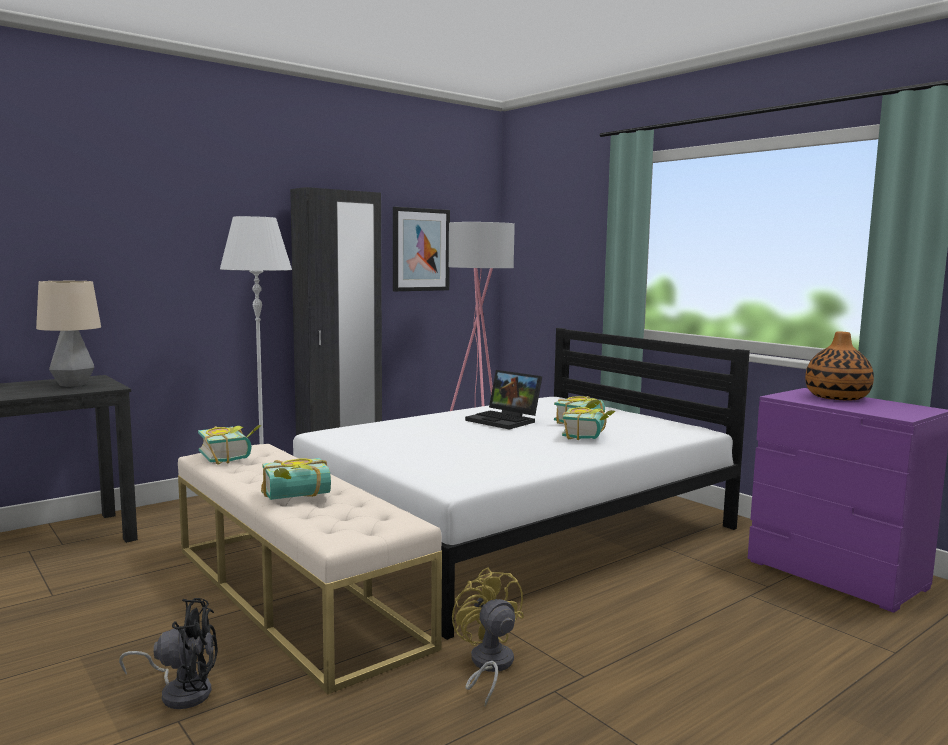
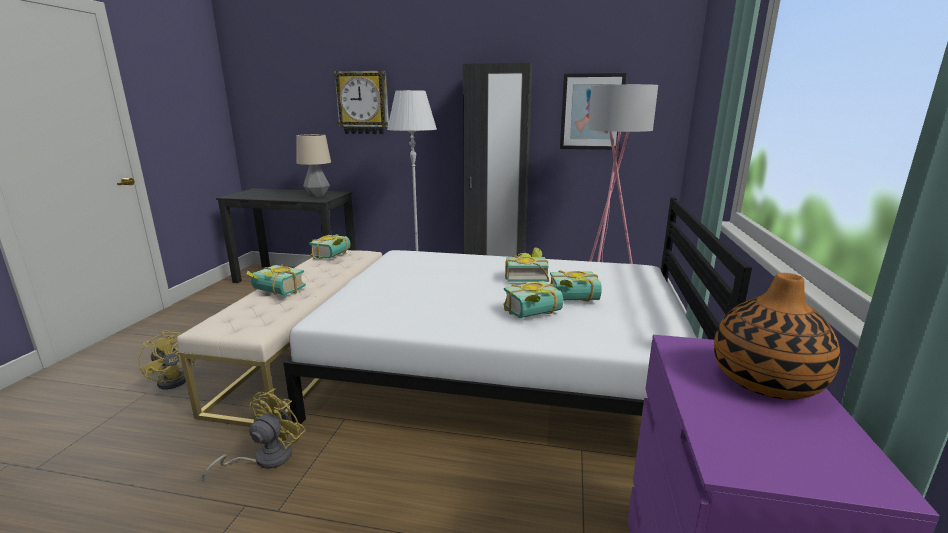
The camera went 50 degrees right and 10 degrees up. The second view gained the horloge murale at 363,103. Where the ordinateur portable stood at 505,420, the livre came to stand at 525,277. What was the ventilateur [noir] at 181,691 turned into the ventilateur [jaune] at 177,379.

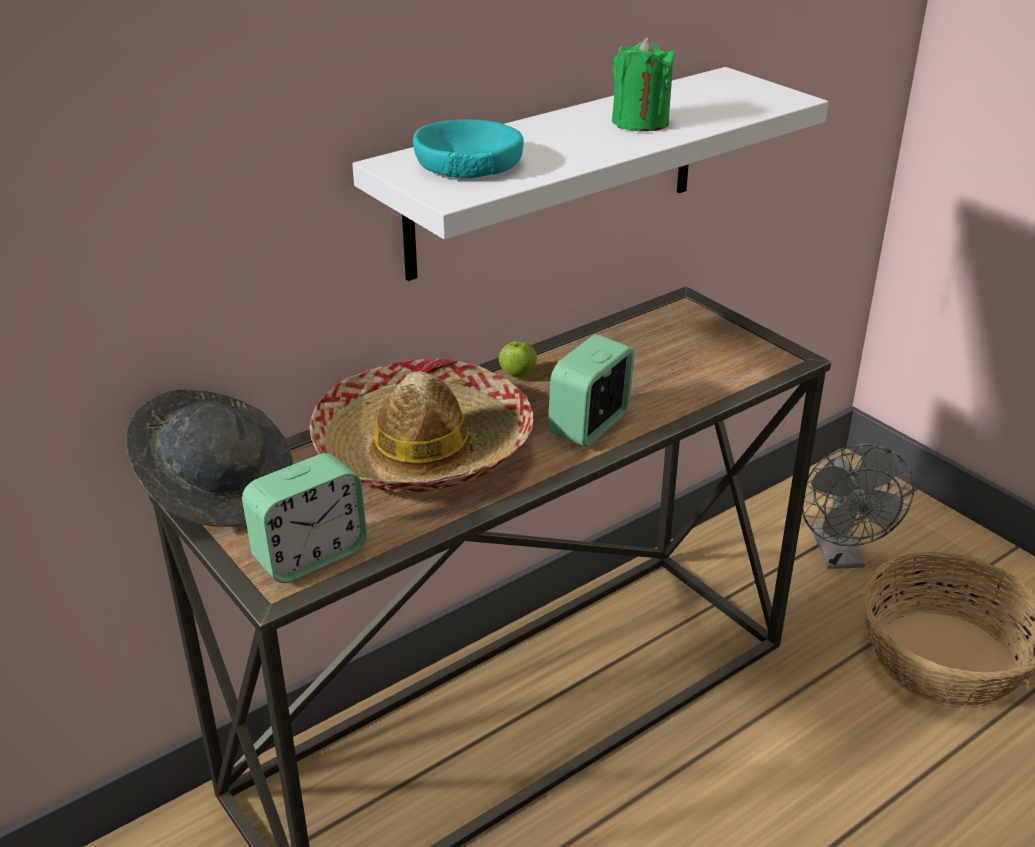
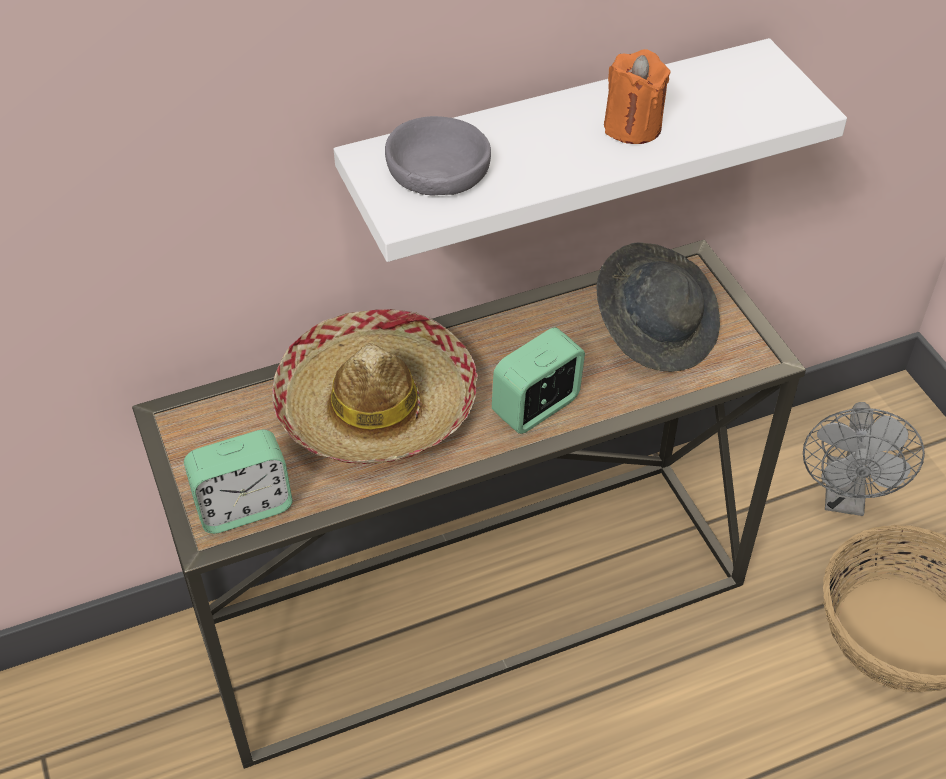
The camera went 15 degrees right and 15 degrees up. The second view lost the pomme at 517,375. The chapeau [gris] ended up elsewhere, having gone from 219,488 to 656,329. What was the bol [turquoise] at 468,164 turned into the bol [gris] at 438,169. What was the bougie [vert] at 640,122 turned into the bougie [orange] at 632,127.

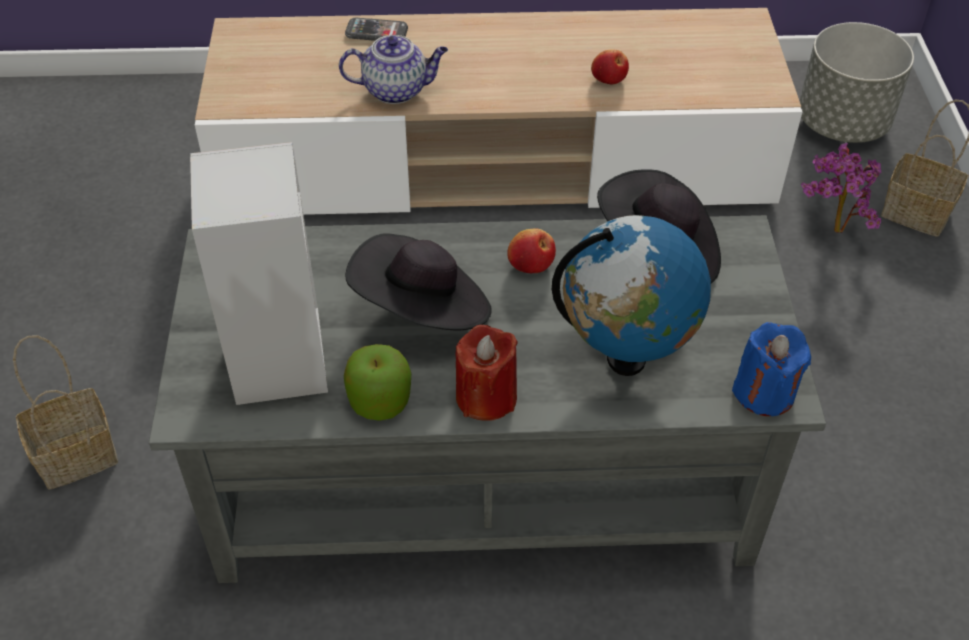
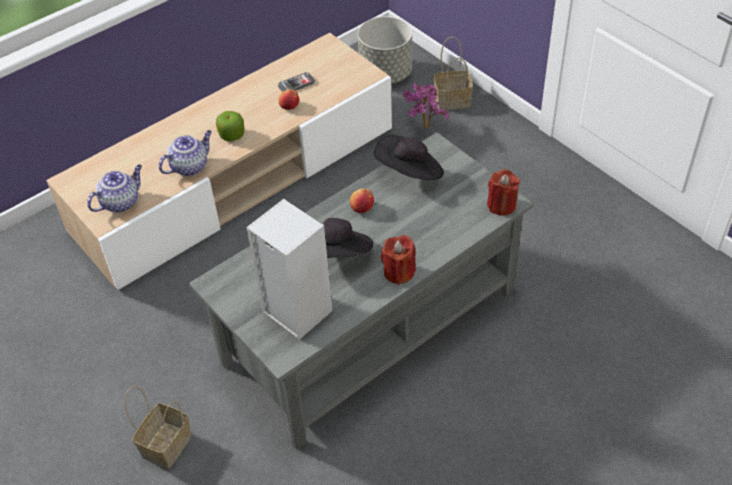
The camera went 35 degrees left and 0 degrees up. The second view lost the globe at 625,359. The second view gained the théière at 121,202. The pomme ended up elsewhere, having gone from 380,400 to 232,135. The téléphone ended up elsewhere, having gone from 376,32 to 296,84. What was the bougie [bleu] at 764,392 turned into the bougie [rouge] at 501,205.

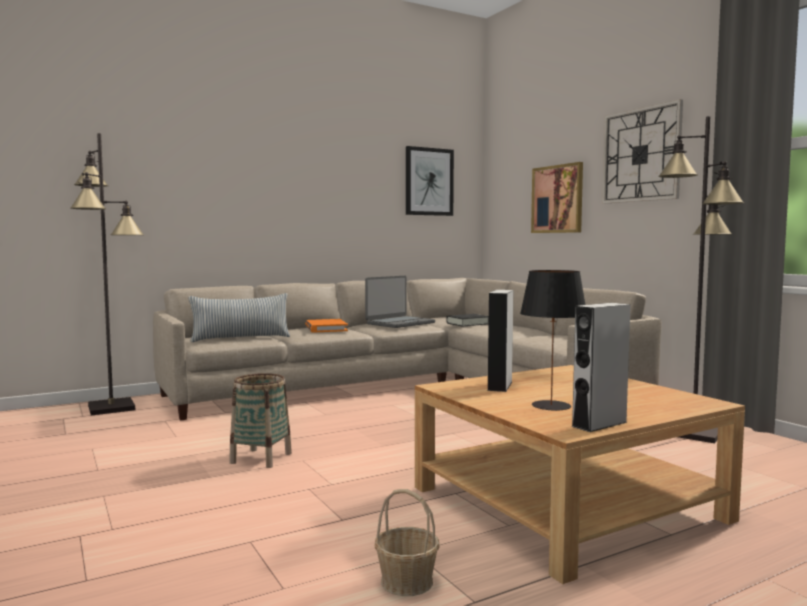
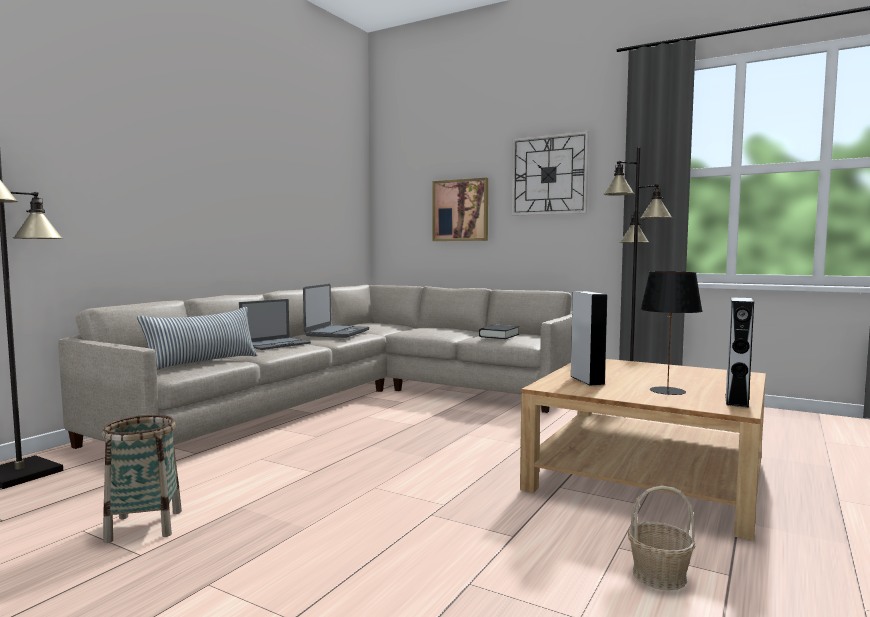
The camera went 30 degrees left and 0 degrees up. The second view lost the tableau at 429,181. The panier ended up elsewhere, having gone from 261,458 to 144,526. The livre [noir] ended up elsewhere, having gone from 467,323 to 499,335. Where the livre [orange] stood at 326,328, the ordinateur portable came to stand at 276,344.

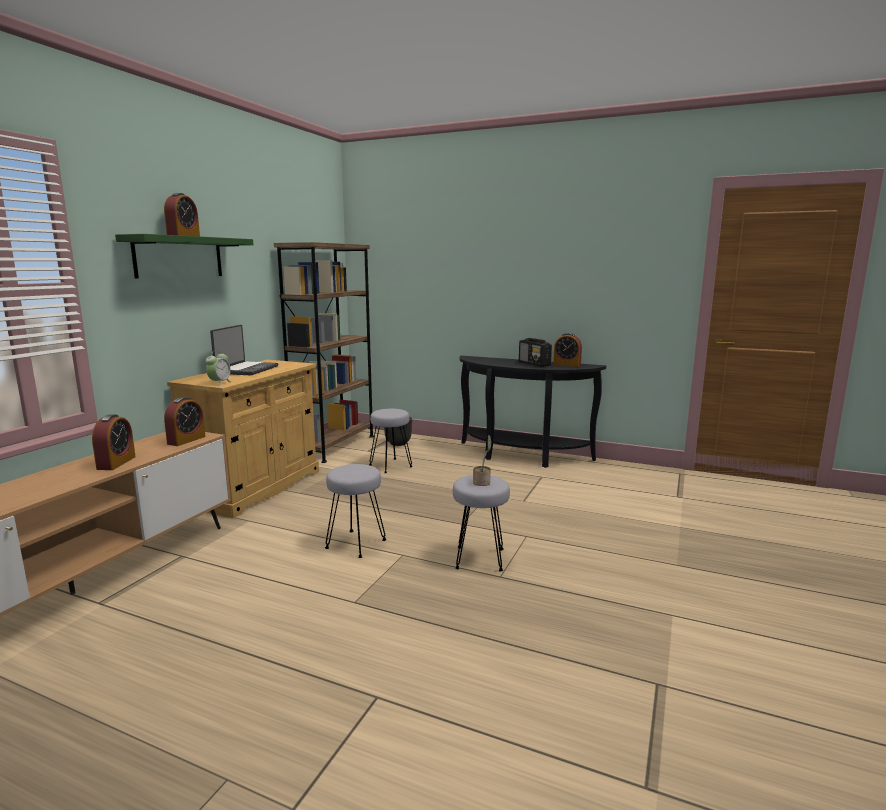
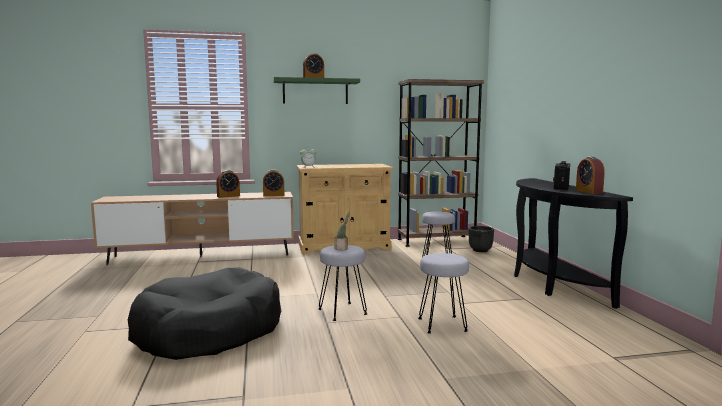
The camera went 55 degrees right and 5 degrees down. The second view lost the ordinateur portable at 246,370. The second view gained the panier pour chien [noir] at 208,331. The tabouret [gris] ended up elsewhere, having gone from 356,543 to 443,325.

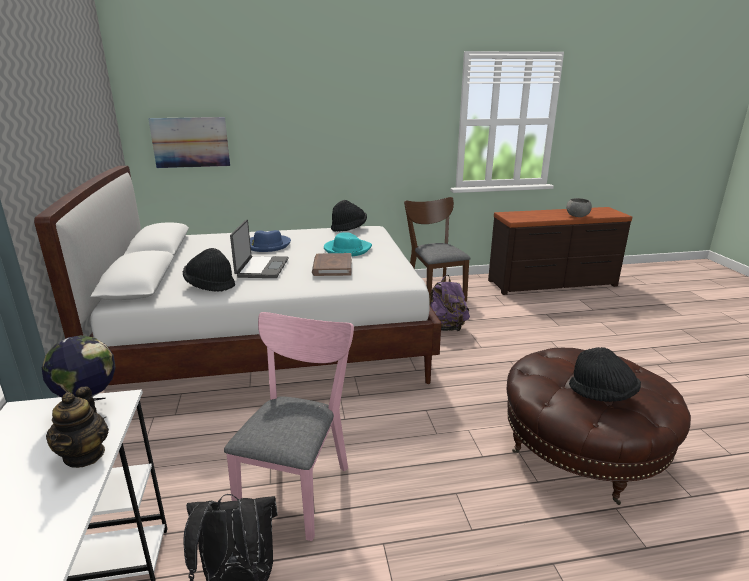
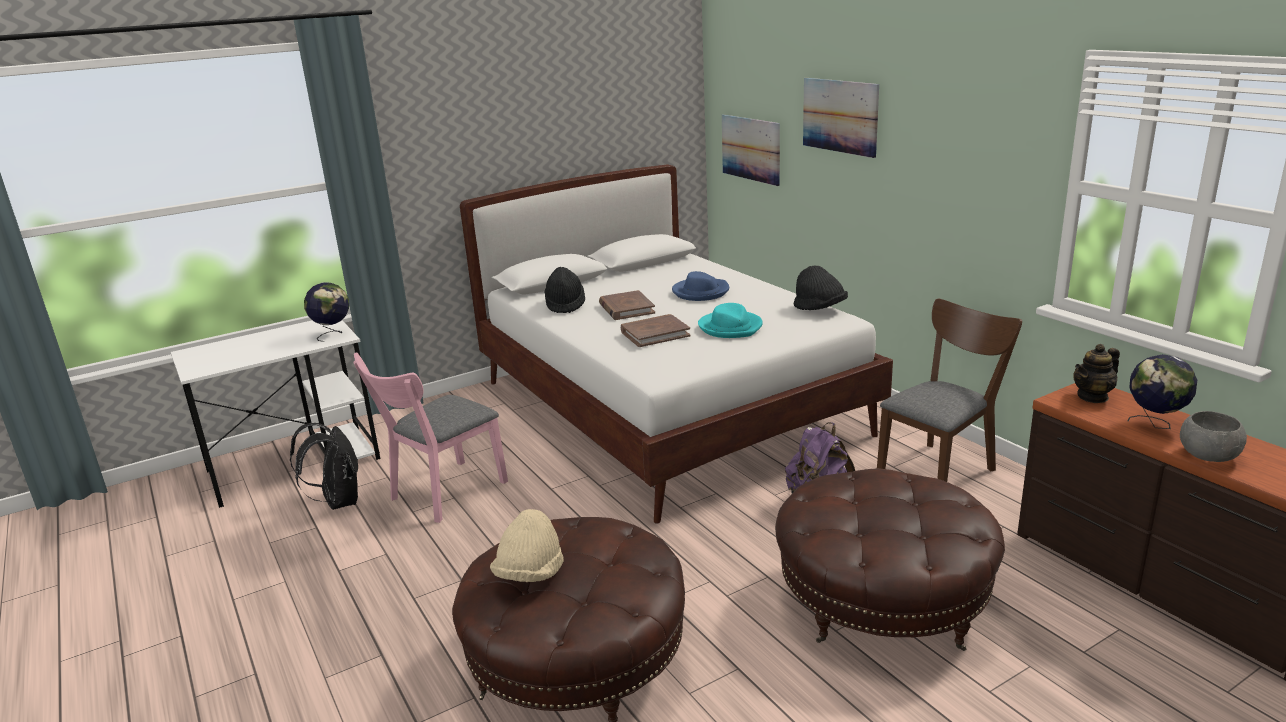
The camera went 70 degrees right and 0 degrees up. The second view gained the pouf [marron] at 882,602. The second view gained the tableau at 840,116. The second view gained the globe at 1155,424. The théière ended up elsewhere, having gone from 85,455 to 1093,397. Where the ordinateur portable stood at 261,268, the livre [marron] came to stand at 626,308. What was the chapeau [noir] at 602,395 turned into the chapeau [beige] at 530,574. The chaise [rose] at 298,485 ended up facing another way, 135 degrees clockwise from before.

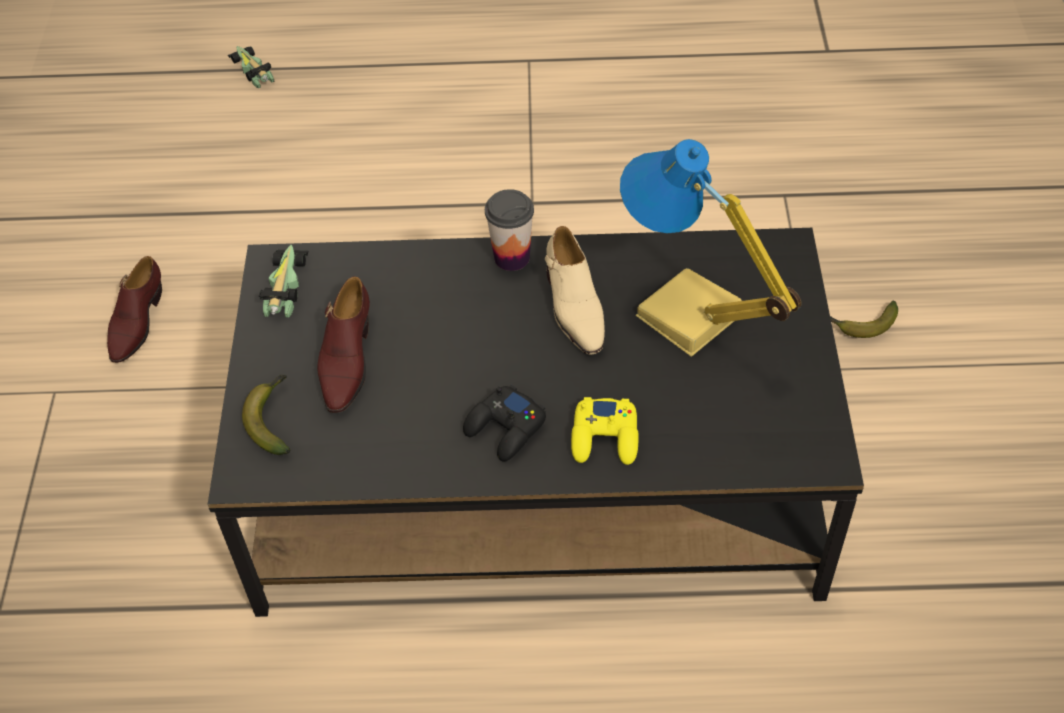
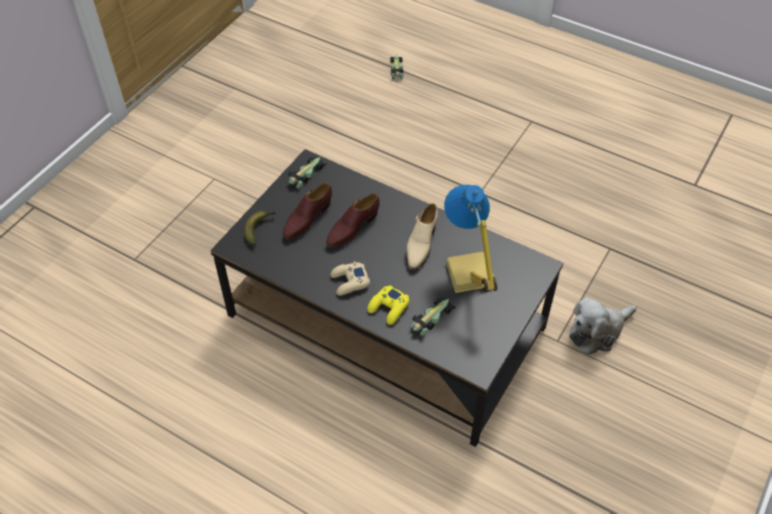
The camera went 30 degrees right and 0 degrees up. The second view lost the tasse at 512,257. The second view gained the petite voiture at 431,318. The chaussure [marron] ended up elsewhere, having gone from 136,322 to 352,228. Where the banane stood at 861,325, the peluche came to stand at 597,331. What was the manette [noir] at 505,429 turned into the manette [beige] at 349,282.

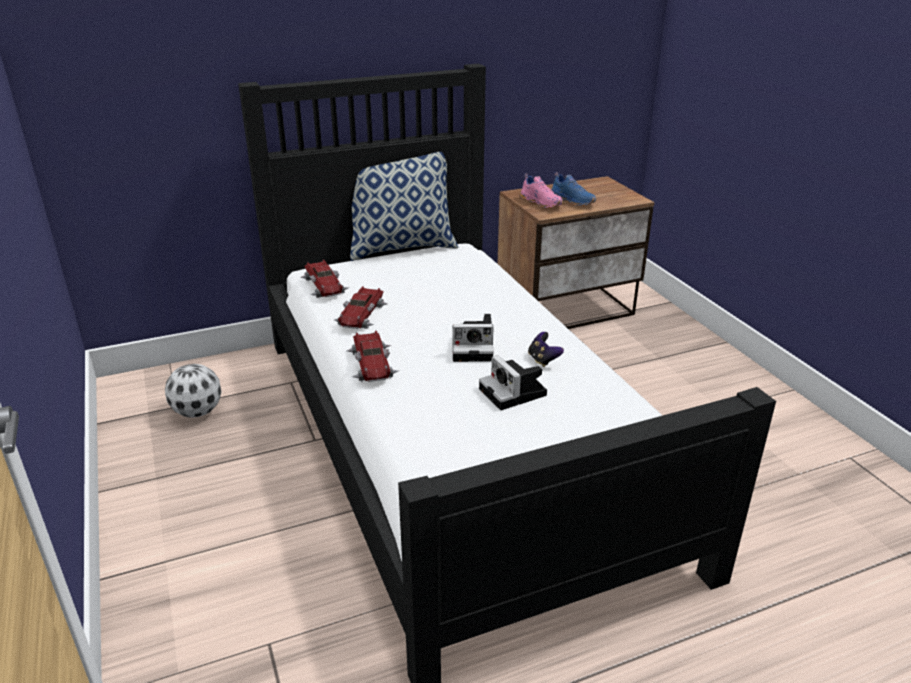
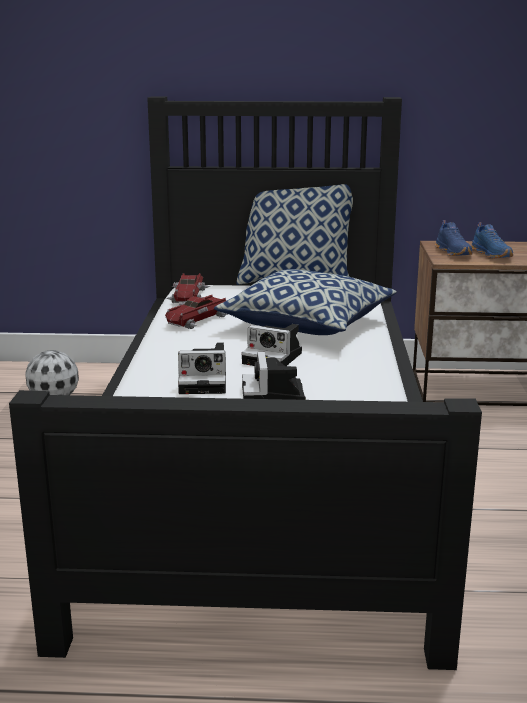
The camera went 25 degrees right and 10 degrees down. The second view lost the petite voiture at 372,364. The second view lost the manette at 543,360. The second view gained the appareil photo at 205,382. The second view gained the coussin at 307,324. What was the chaussure [rose] at 542,203 turned into the chaussure [bleu] at 454,252.

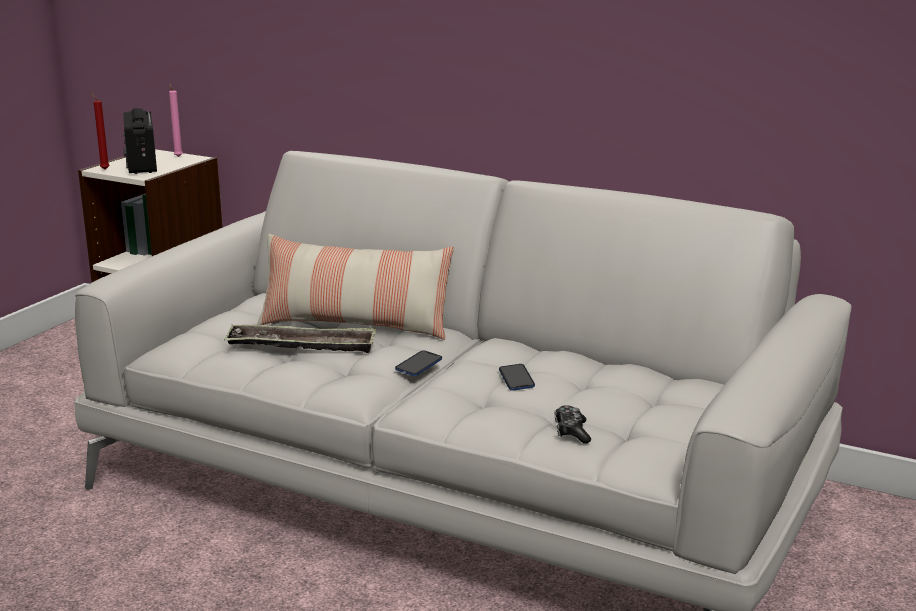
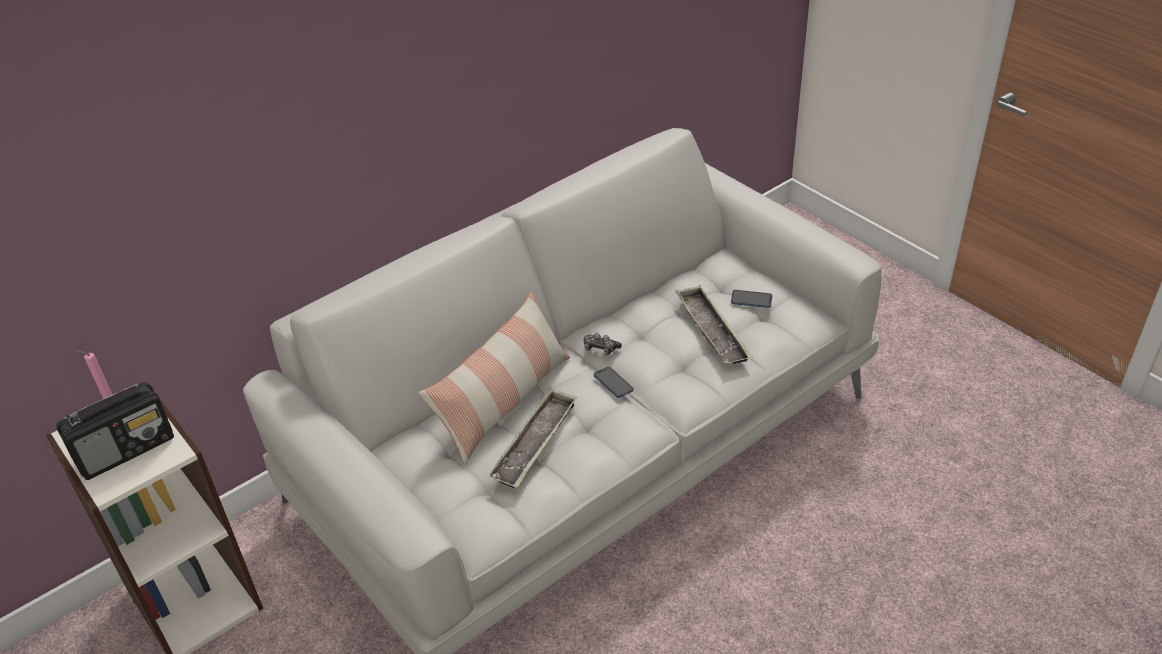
The camera went 65 degrees left and 20 degrees up. The second view lost the bougie [rouge] at 103,169. The second view gained the plateau at 712,330. The téléphone ended up elsewhere, having gone from 516,379 to 751,300. The manette ended up elsewhere, having gone from 571,432 to 600,348. The radio at 142,165 ended up facing another way, 45 degrees counterclockwise from before.

